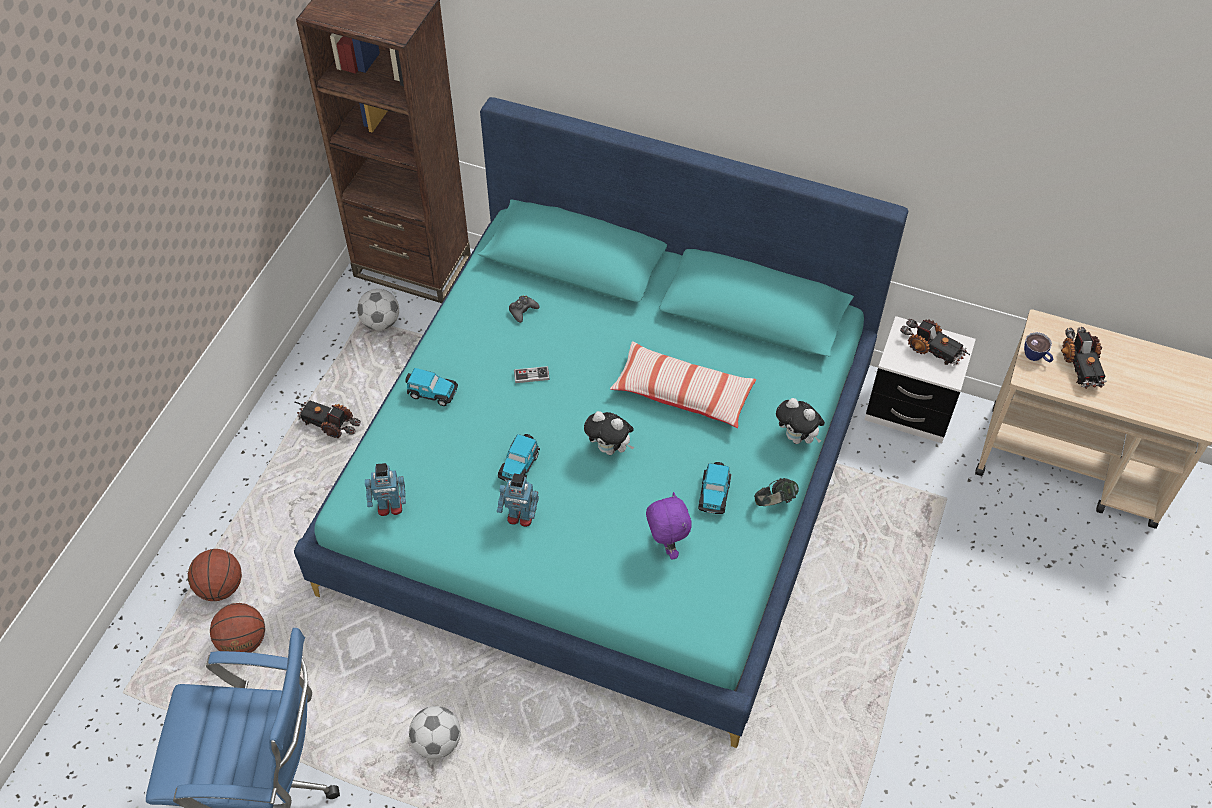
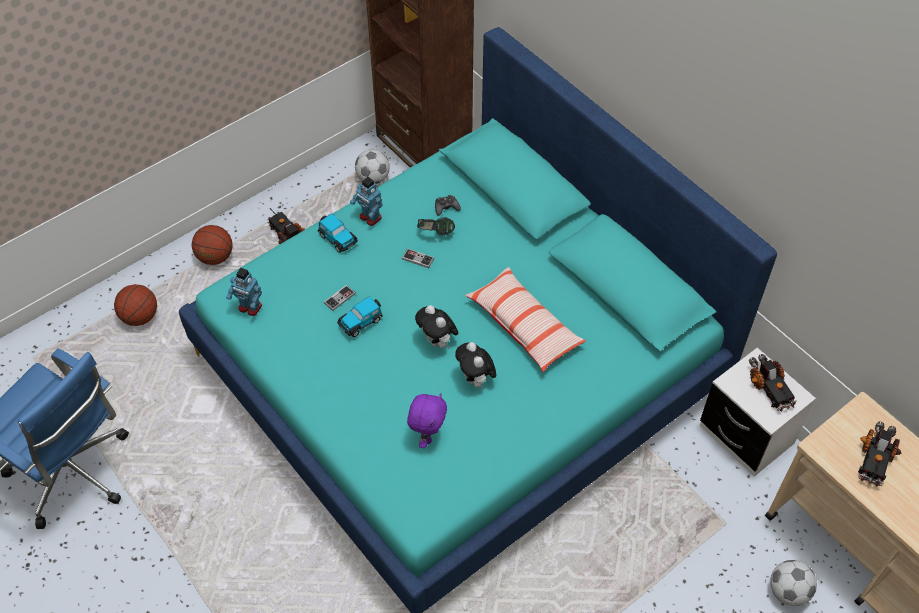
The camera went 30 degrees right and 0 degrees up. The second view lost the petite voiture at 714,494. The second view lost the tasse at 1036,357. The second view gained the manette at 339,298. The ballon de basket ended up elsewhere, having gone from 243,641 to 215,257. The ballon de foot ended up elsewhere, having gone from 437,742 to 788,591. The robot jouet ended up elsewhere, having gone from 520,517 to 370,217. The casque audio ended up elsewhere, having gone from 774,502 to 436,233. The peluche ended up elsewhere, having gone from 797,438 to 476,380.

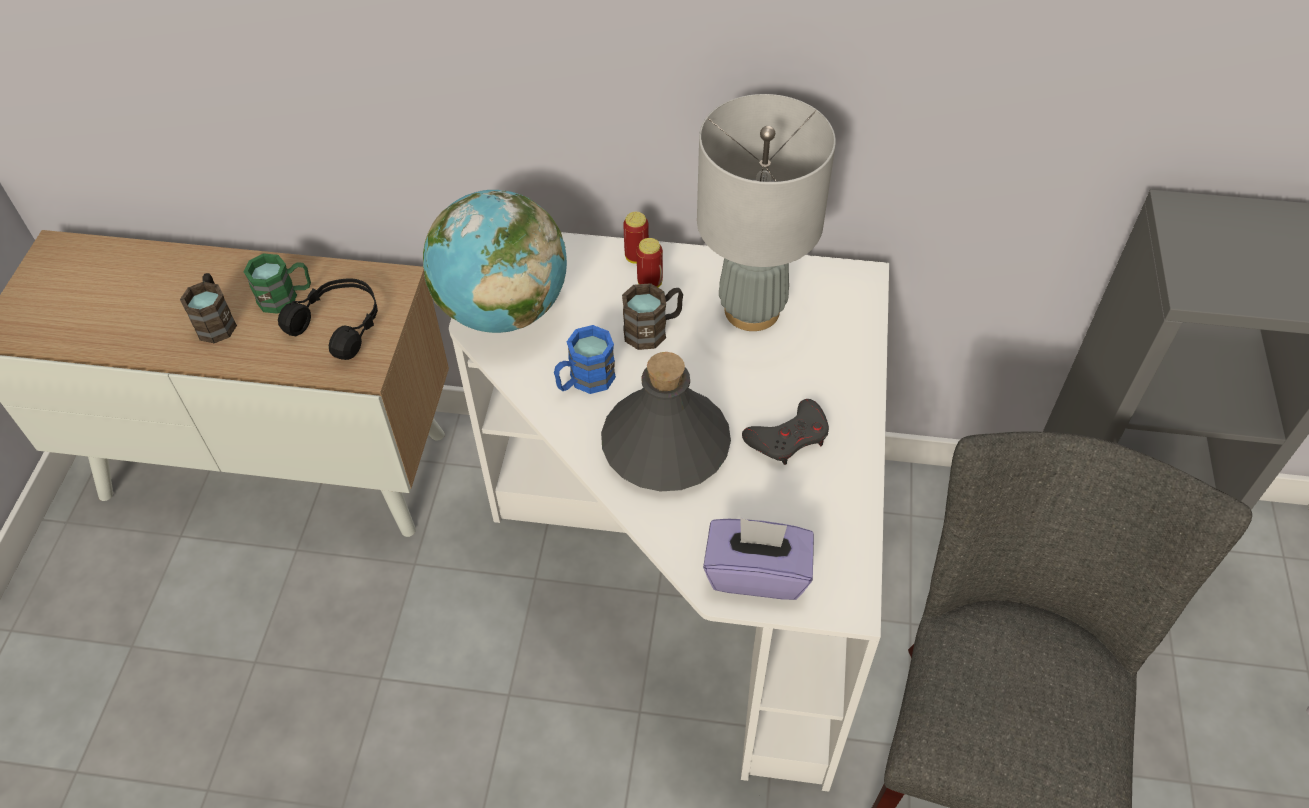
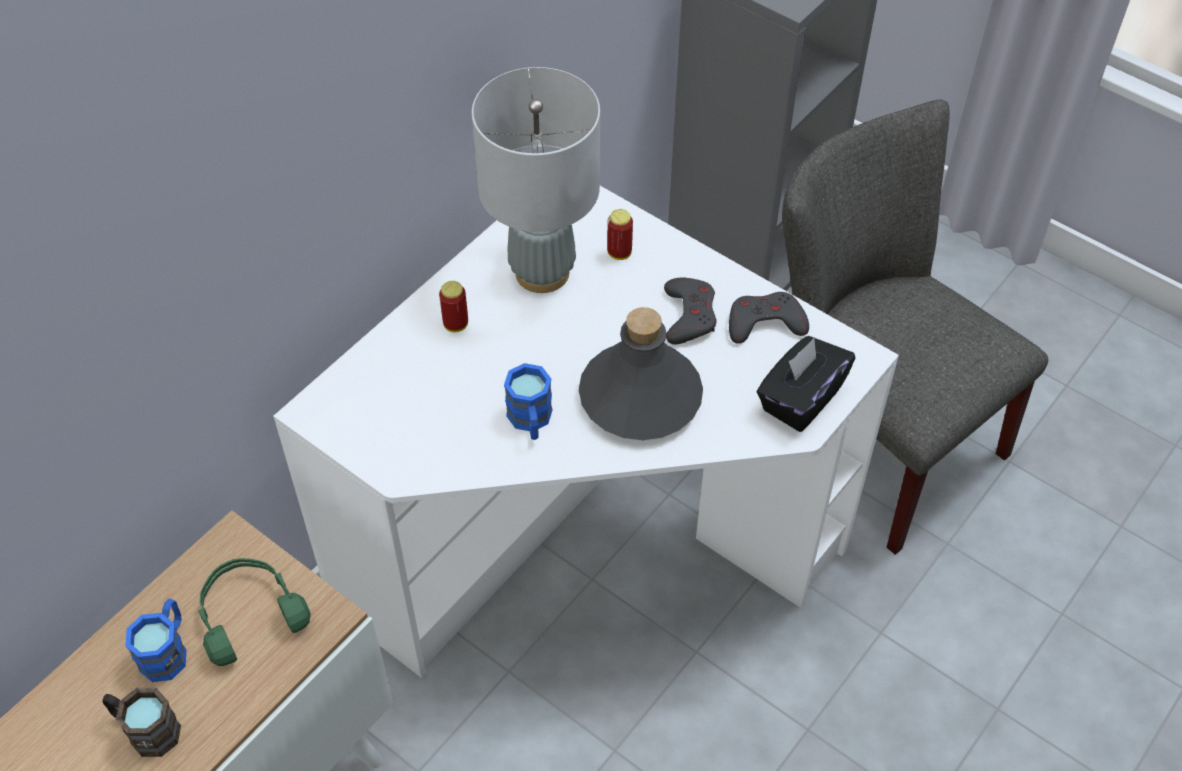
The camera went 60 degrees left and 0 degrees up. The second view lost the globe at 503,310. The second view lost the mug [marron] at 653,329. The second view gained the manette [gris] at 765,323. The boîte métallique ended up elsewhere, having gone from 636,257 to 619,253. What was the mug [vert] at 286,297 turned into the mug [bleu] at 167,650. What was the casque audio [noir] at 340,324 turned into the casque audio [vert] at 249,614. What was the boîte à mouchoirs [violet] at 756,572 turned into the boîte à mouchoirs [noir] at 800,399.

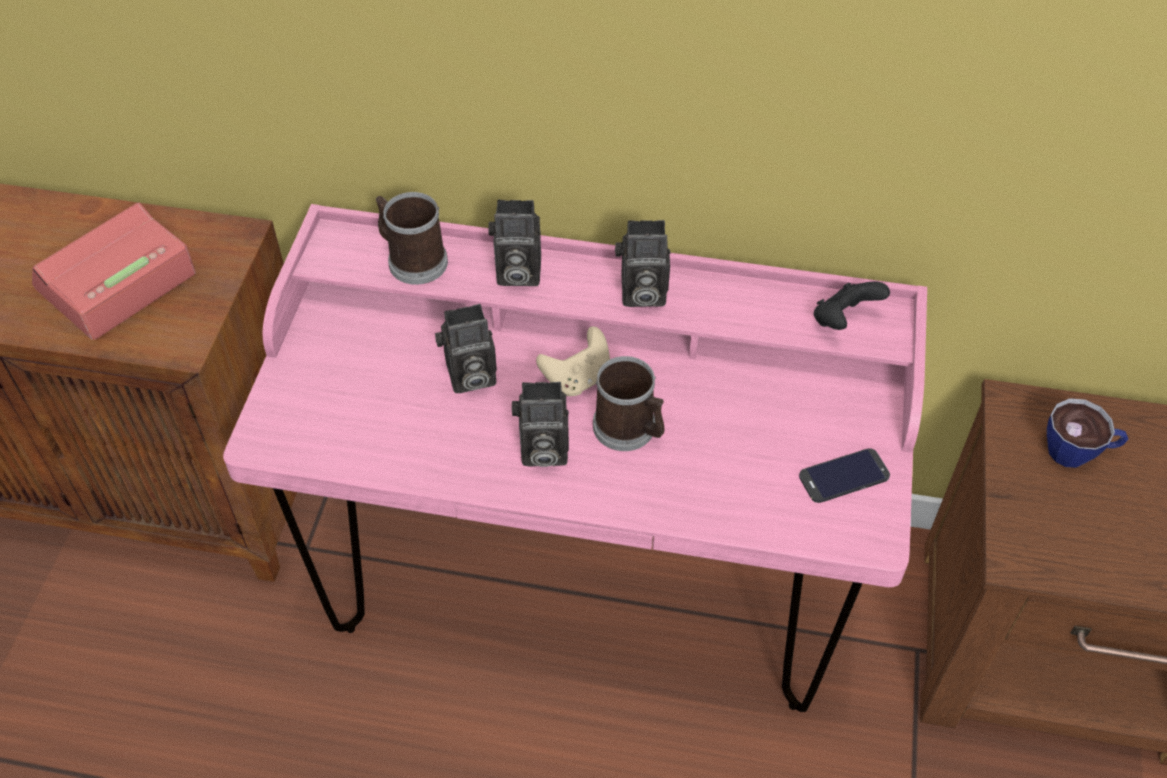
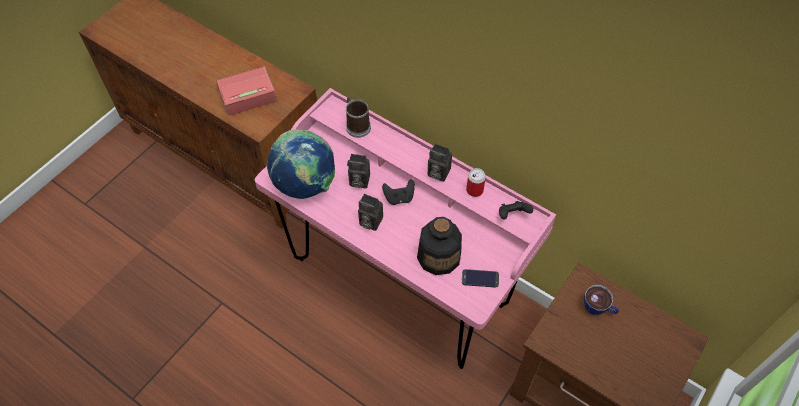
The camera went 25 degrees right and 5 degrees up. The second view lost the appareil photo at 516,273. The second view lost the mug at 630,429. The second view gained the globe at 305,185. The second view gained the bouteille at 439,256. The second view gained the boîte métallique at 474,190. What was the manette [beige] at 578,379 turned into the manette [noir] at 399,198.

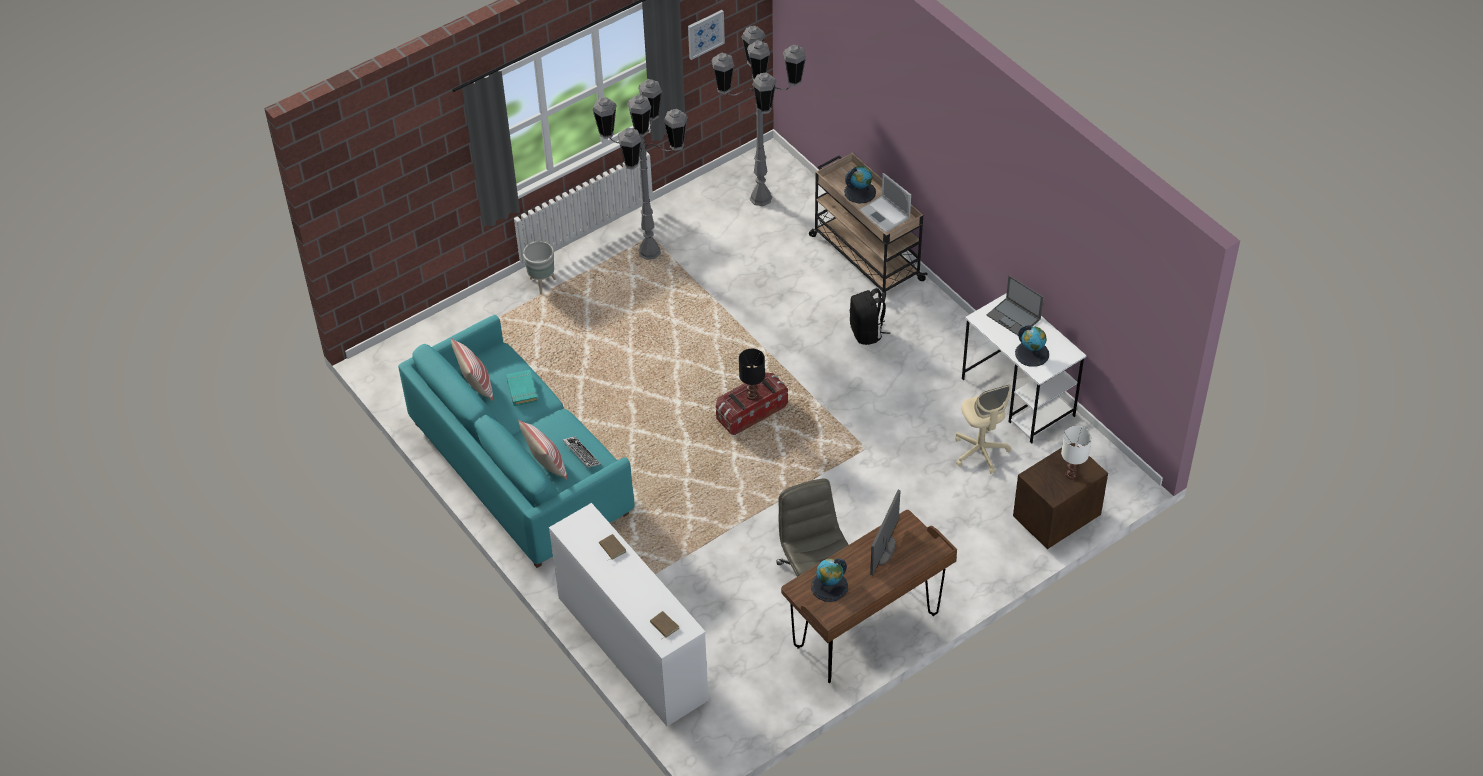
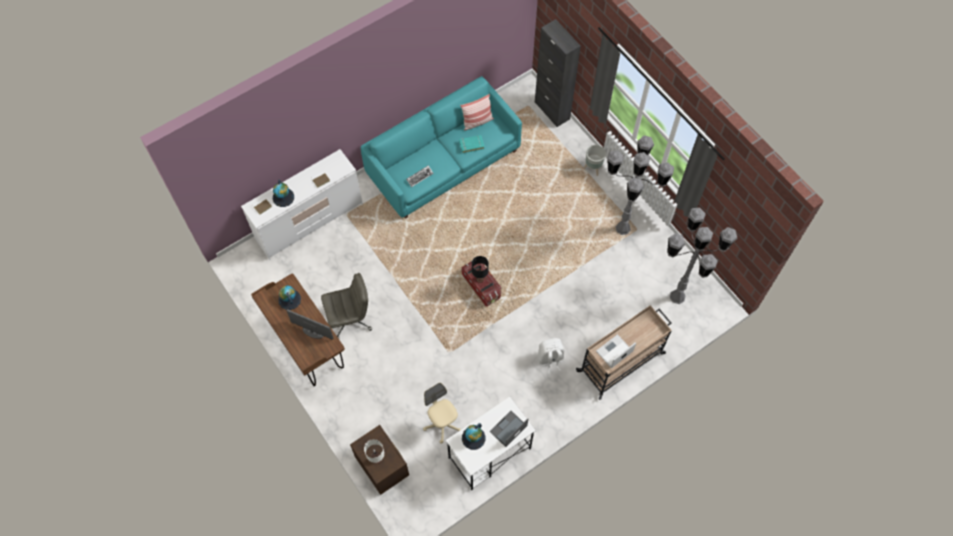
The camera went 90 degrees right and 15 degrees up. The second view lost the coussin at 546,464. The second view lost the tableau at 705,34. The second view gained the meuble de rangement [noir] at 552,110. The globe ended up elsewhere, having gone from 860,192 to 283,197. What was the sac à dos [noir] at 867,333 turned into the sac à dos [blanc] at 550,359. The chaise de bureau [beige] at 980,452 ended up facing another way, 75 degrees clockwise from before.

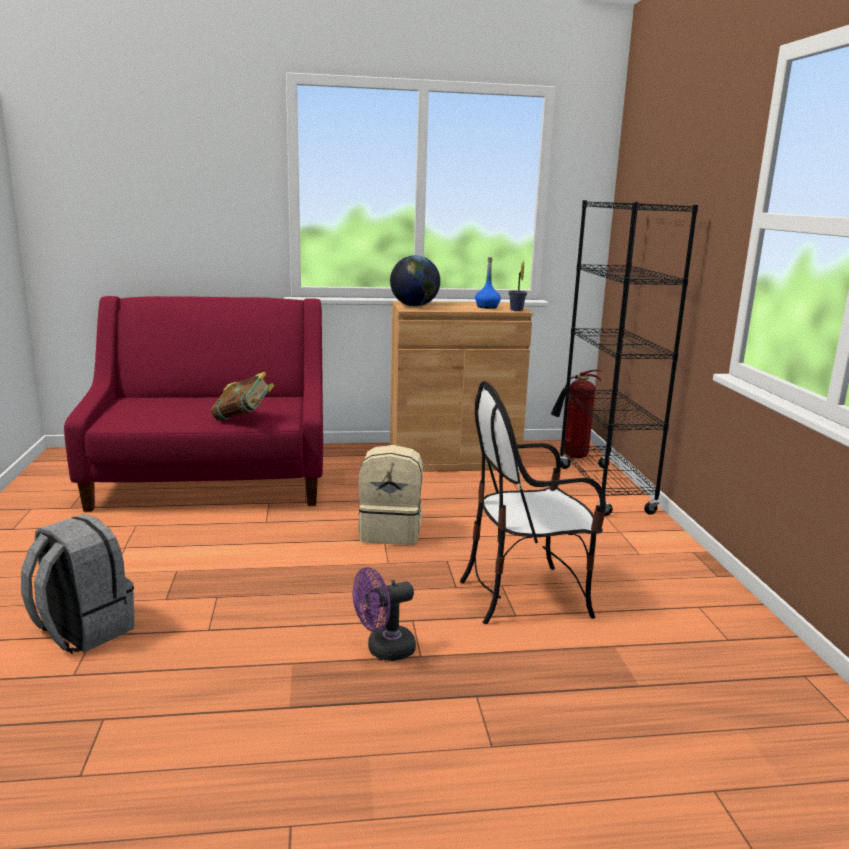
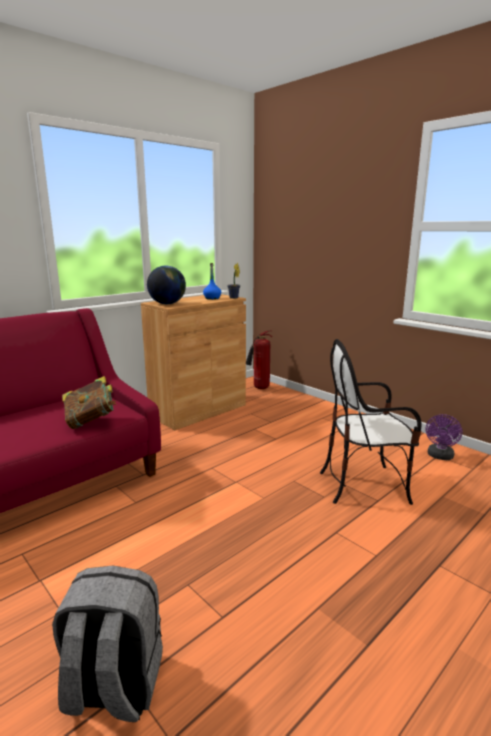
The camera went 35 degrees left and 0 degrees up. The second view lost the sac à dos [beige] at 391,532. The second view lost the bibliothèque [noir] at 604,490. The ventilateur [violet] ended up elsewhere, having gone from 383,650 to 440,456. The chaise at 525,595 ended up facing another way, 45 degrees clockwise from before.

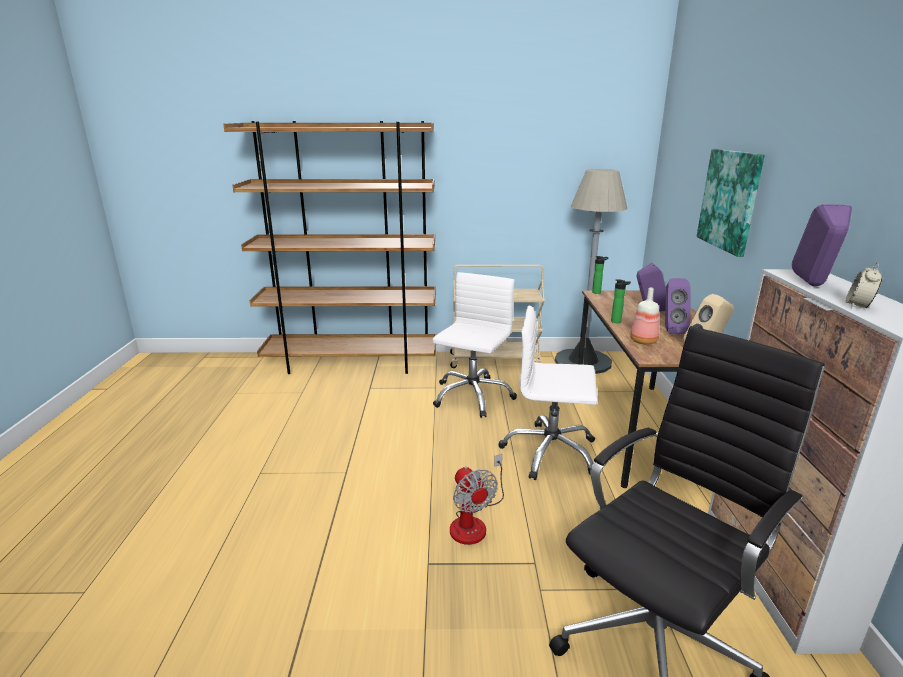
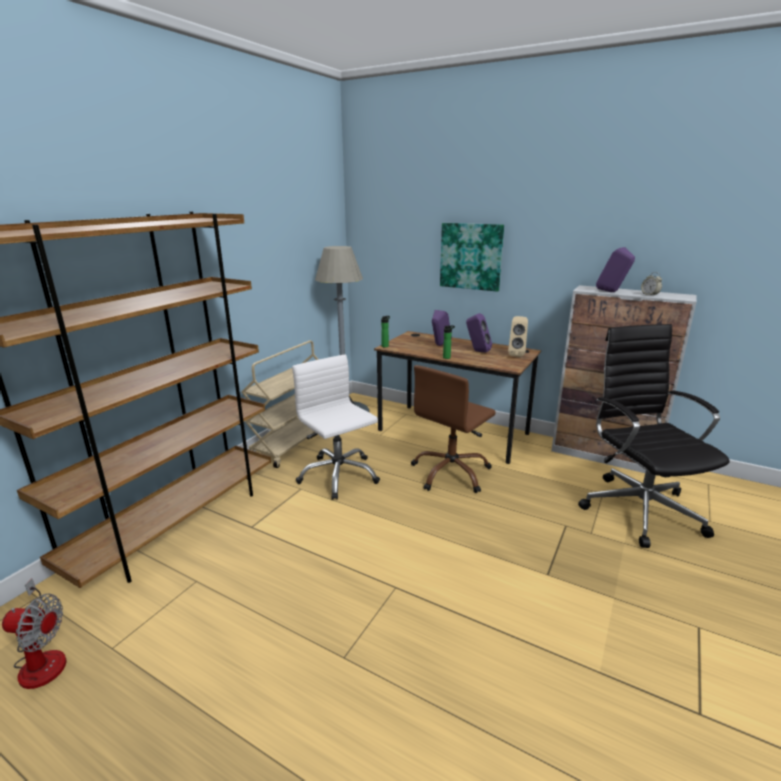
The camera went 60 degrees left and 0 degrees up. The second view lost the bouteille at 643,341. The ventilateur ended up elsewhere, having gone from 474,522 to 43,658. What was the chaise de bureau [blanc] at 550,452 turned into the chaise de bureau [marron] at 451,473.

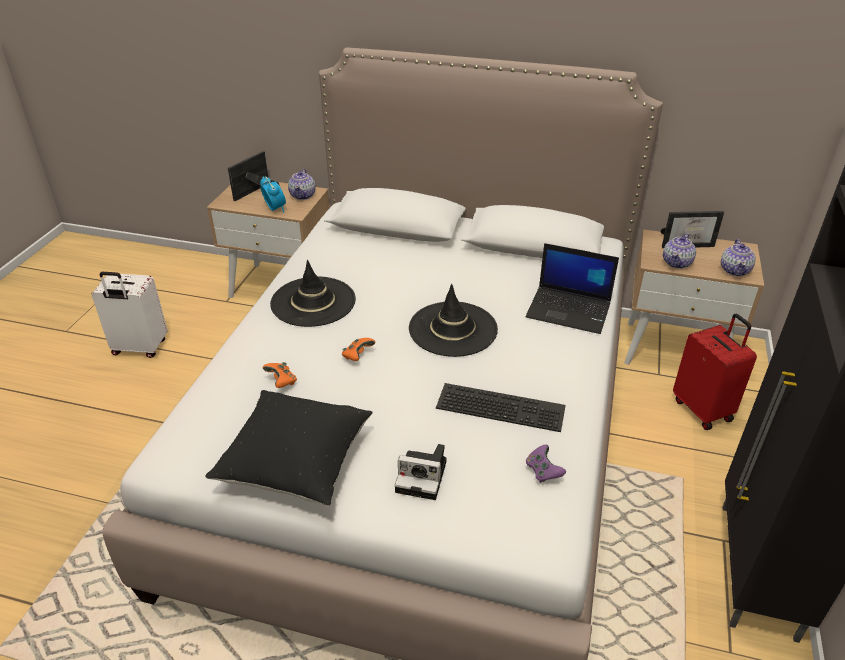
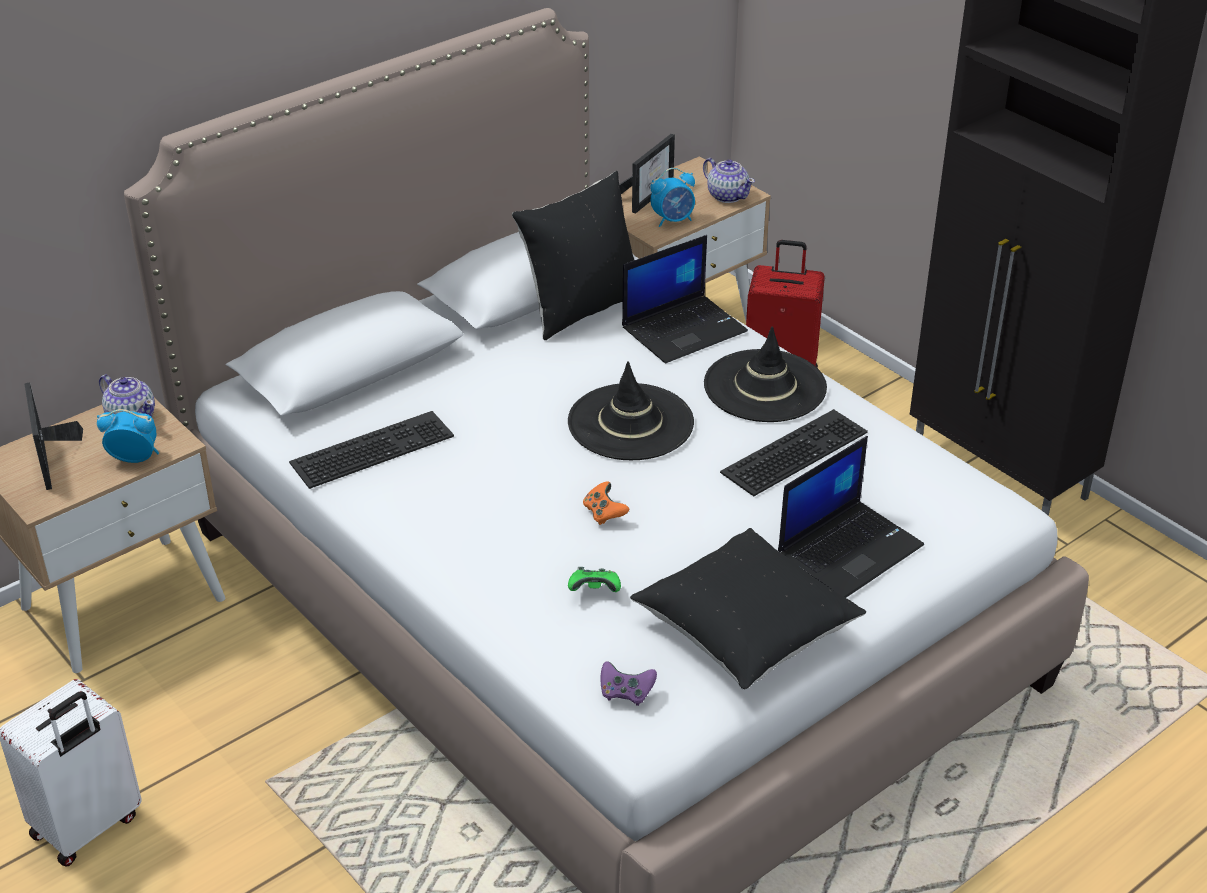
The camera went 55 degrees left and 0 degrees up. The second view gained the clavier at 372,447. The second view gained the coussin [noir] at 581,308. The chapeau [noir] ended up elsewhere, having gone from 313,302 to 765,386. The manette [violet] ended up elsewhere, having gone from 543,471 to 625,693. Where the appareil photo stood at 423,476, the ordinateur portable came to stand at 850,548. Where the théière stood at 677,263, the réveil came to stand at 673,220. What was the manette [orange] at 282,382 turned into the manette [vert] at 595,590.

